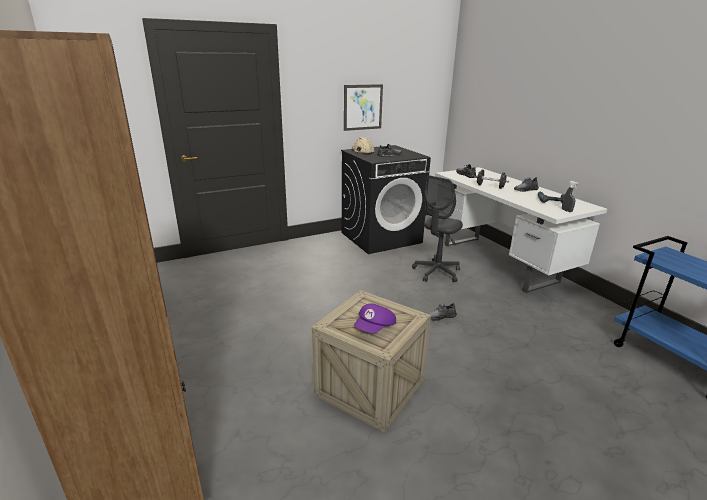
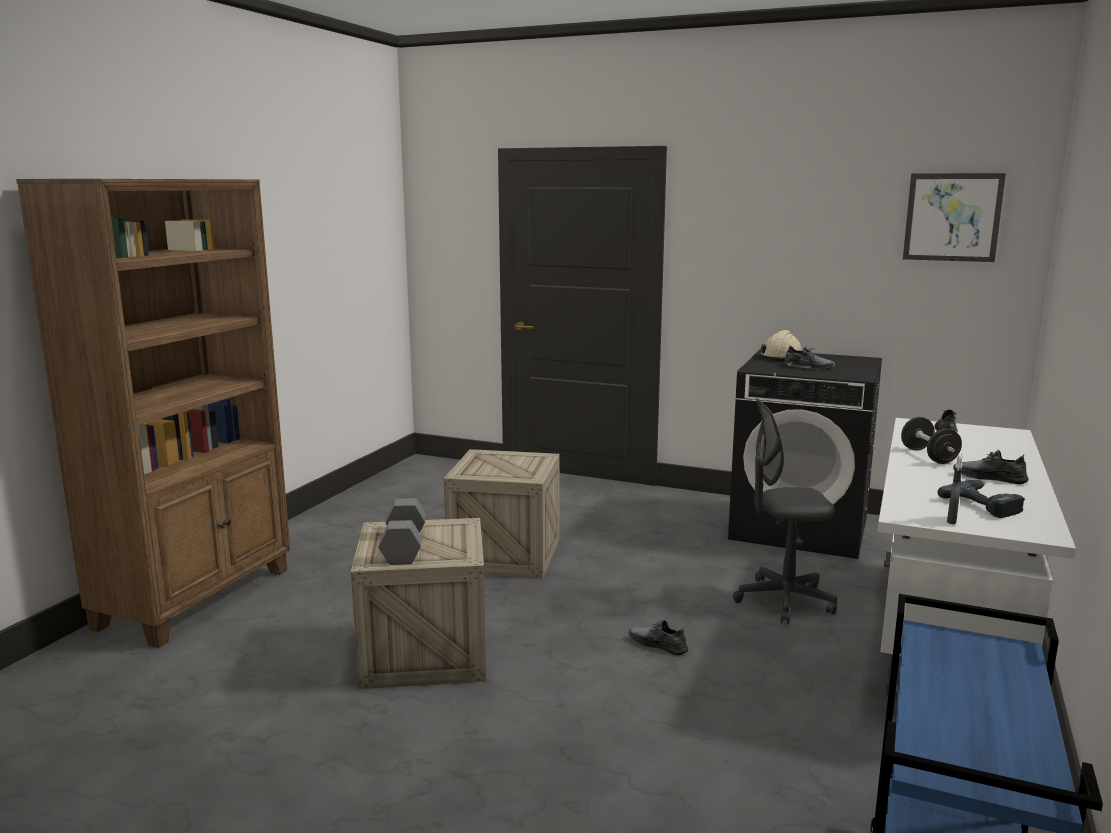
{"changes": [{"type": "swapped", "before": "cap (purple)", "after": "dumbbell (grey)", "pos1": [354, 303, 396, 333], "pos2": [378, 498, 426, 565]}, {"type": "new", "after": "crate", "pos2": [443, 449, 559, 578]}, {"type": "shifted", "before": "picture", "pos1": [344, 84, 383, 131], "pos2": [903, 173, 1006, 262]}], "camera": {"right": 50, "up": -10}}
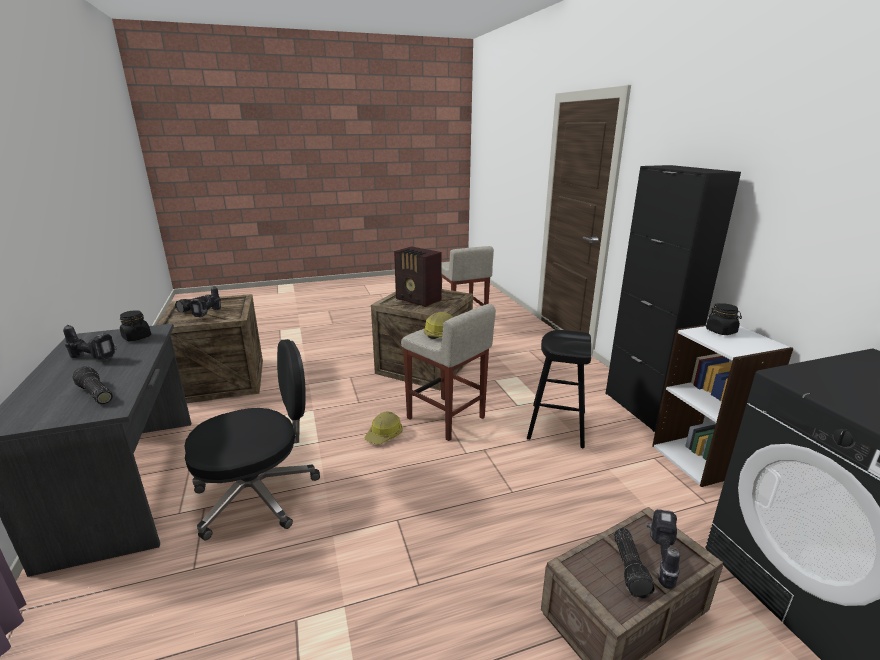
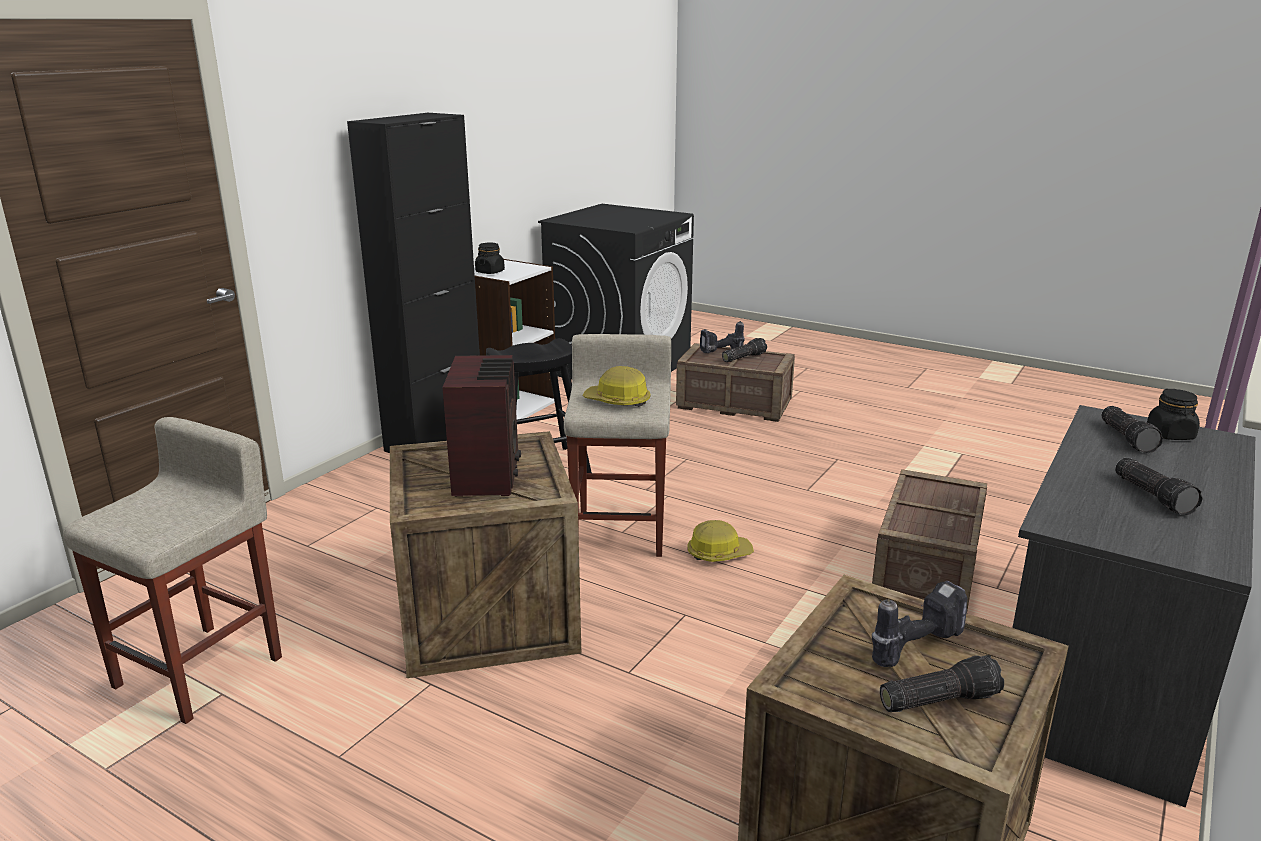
{"changes": [{"type": "swapped", "before": "office chair (black)", "after": "crate", "pos1": [184, 339, 320, 540], "pos2": [872, 469, 987, 610]}, {"type": "swapped", "before": "power drill", "after": "flashlight", "pos1": [63, 325, 117, 360], "pos2": [1115, 458, 1203, 515]}, {"type": "shifted", "before": "jar (black)", "pos1": [120, 310, 151, 341], "pos2": [1147, 389, 1200, 440]}], "camera": {"right": -130, "up": 0}}
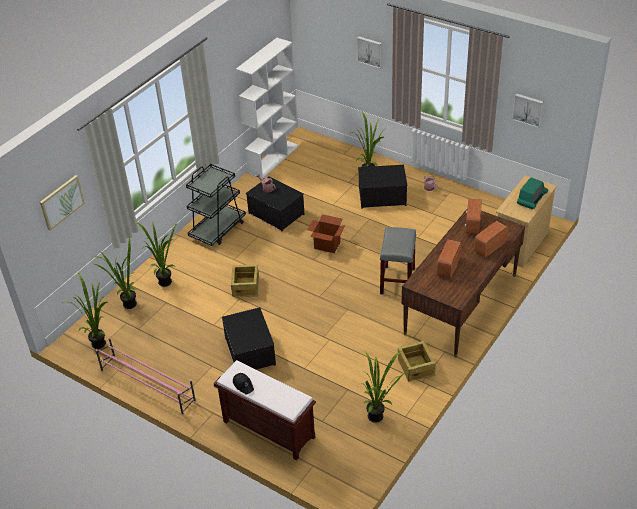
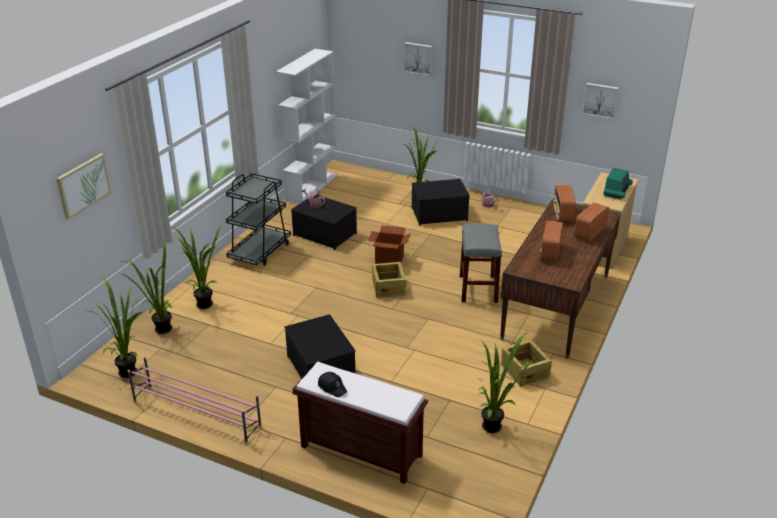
{"changes": [{"type": "shifted", "before": "crate", "pos1": [231, 264, 259, 297], "pos2": [372, 262, 406, 298]}], "camera": {"right": -10, "up": -10}}
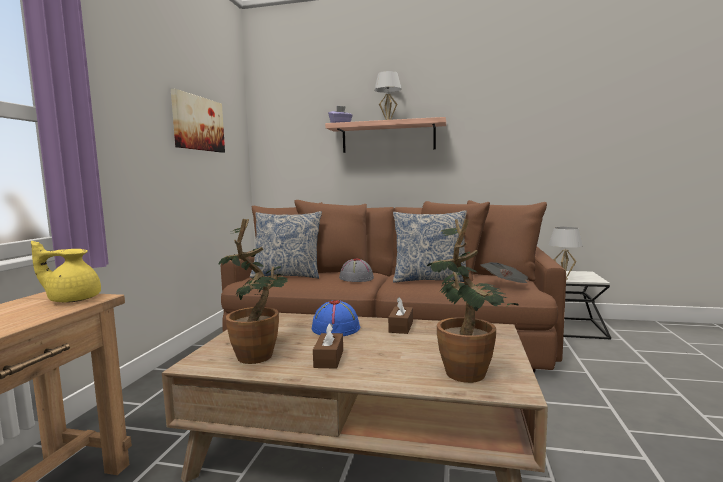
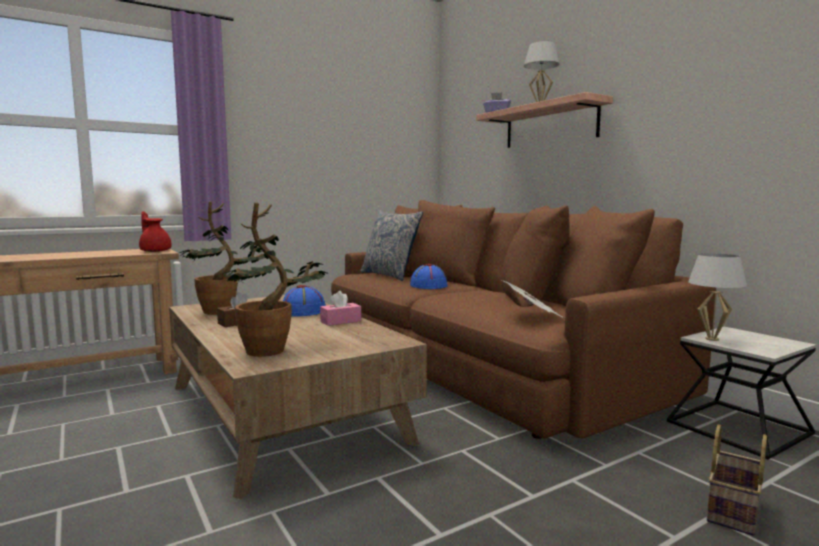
{"changes": [{"type": "repainted", "before": "teapot (yellow)", "after": "teapot (red)", "pos1": [31, 241, 101, 302], "pos2": [139, 211, 172, 252]}, {"type": "repainted", "before": "tissue box (brown)", "after": "tissue box (pink)", "pos1": [388, 297, 413, 334], "pos2": [320, 291, 361, 326]}, {"type": "repainted", "before": "hat (grey)", "after": "hat (blue)", "pos1": [339, 258, 374, 282], "pos2": [410, 264, 448, 289]}, {"type": "new", "after": "basket", "pos2": [707, 424, 767, 536]}, {"type": "gone", "before": "picture", "pos1": [171, 89, 225, 153]}, {"type": "gone", "before": "pillow", "pos1": [393, 210, 469, 283]}], "camera": {"right": 45, "up": 0}}
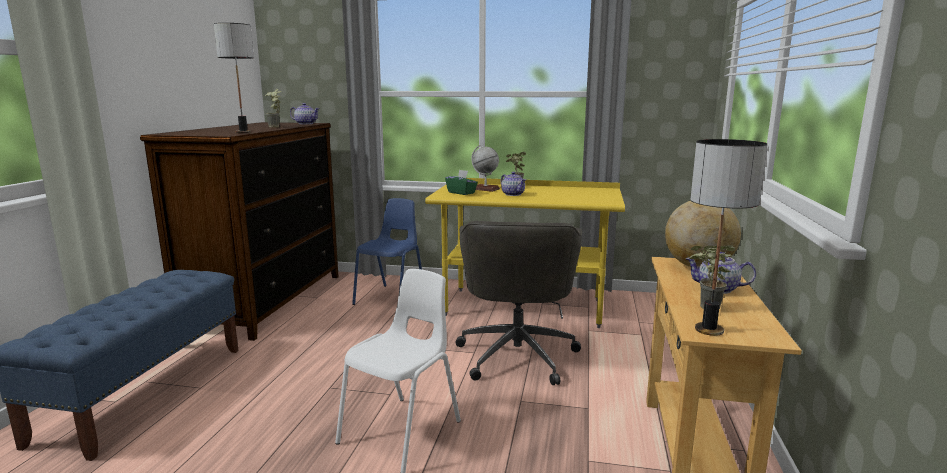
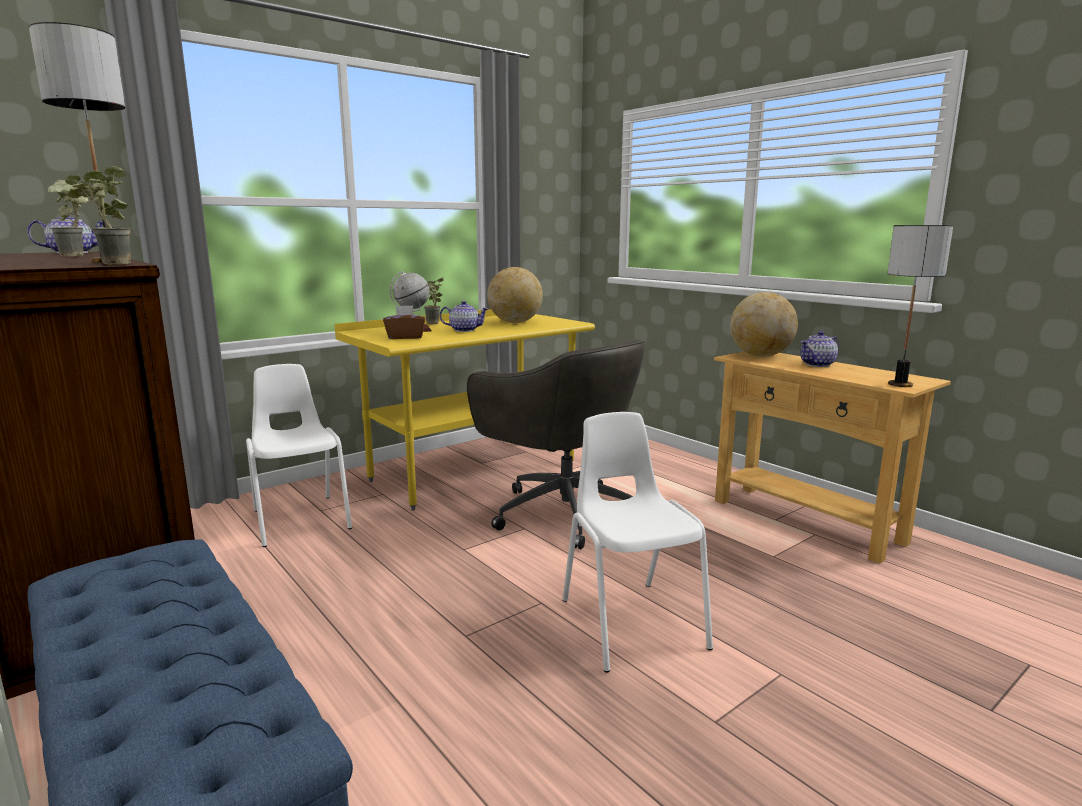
{"changes": [{"type": "shifted", "before": "potted plant", "pos1": [690, 245, 735, 309], "pos2": [65, 166, 131, 265]}, {"type": "repainted", "before": "chair (blue)", "after": "chair (white)", "pos1": [352, 198, 422, 305], "pos2": [246, 364, 352, 547]}, {"type": "repainted", "before": "tissue box (green)", "after": "tissue box (brown)", "pos1": [445, 170, 478, 195], "pos2": [383, 305, 425, 339]}, {"type": "new", "after": "globe", "pos2": [487, 267, 543, 323]}], "camera": {"right": -50, "up": 0}}
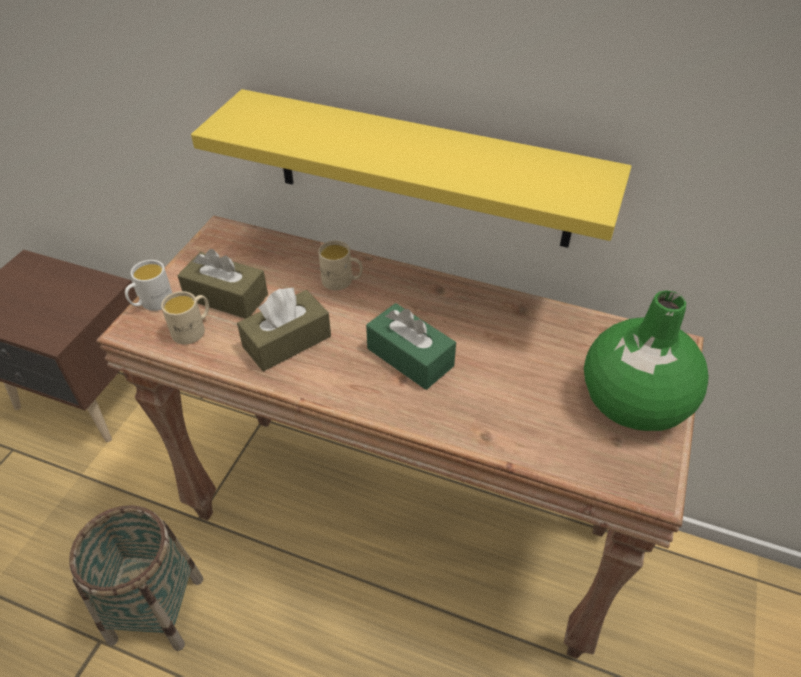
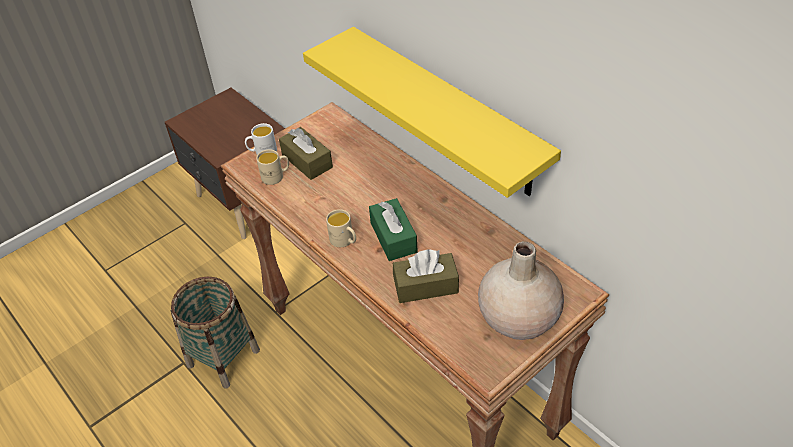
{"changes": [{"type": "shifted", "before": "mug (beige)", "pos1": [318, 240, 363, 290], "pos2": [326, 209, 356, 247]}, {"type": "shifted", "before": "tissue box (brown)", "pos1": [237, 288, 331, 371], "pos2": [393, 249, 459, 303]}, {"type": "repainted", "before": "vase (green)", "after": "vase (beige)", "pos1": [584, 290, 709, 431], "pos2": [478, 241, 564, 340]}], "camera": {"right": 30, "up": 0}}
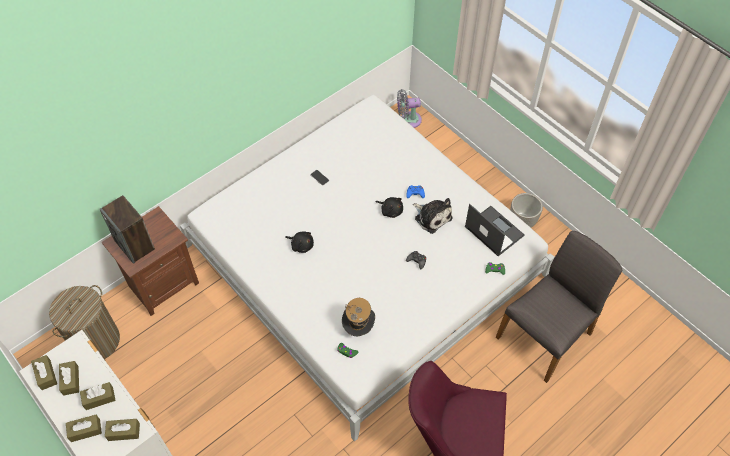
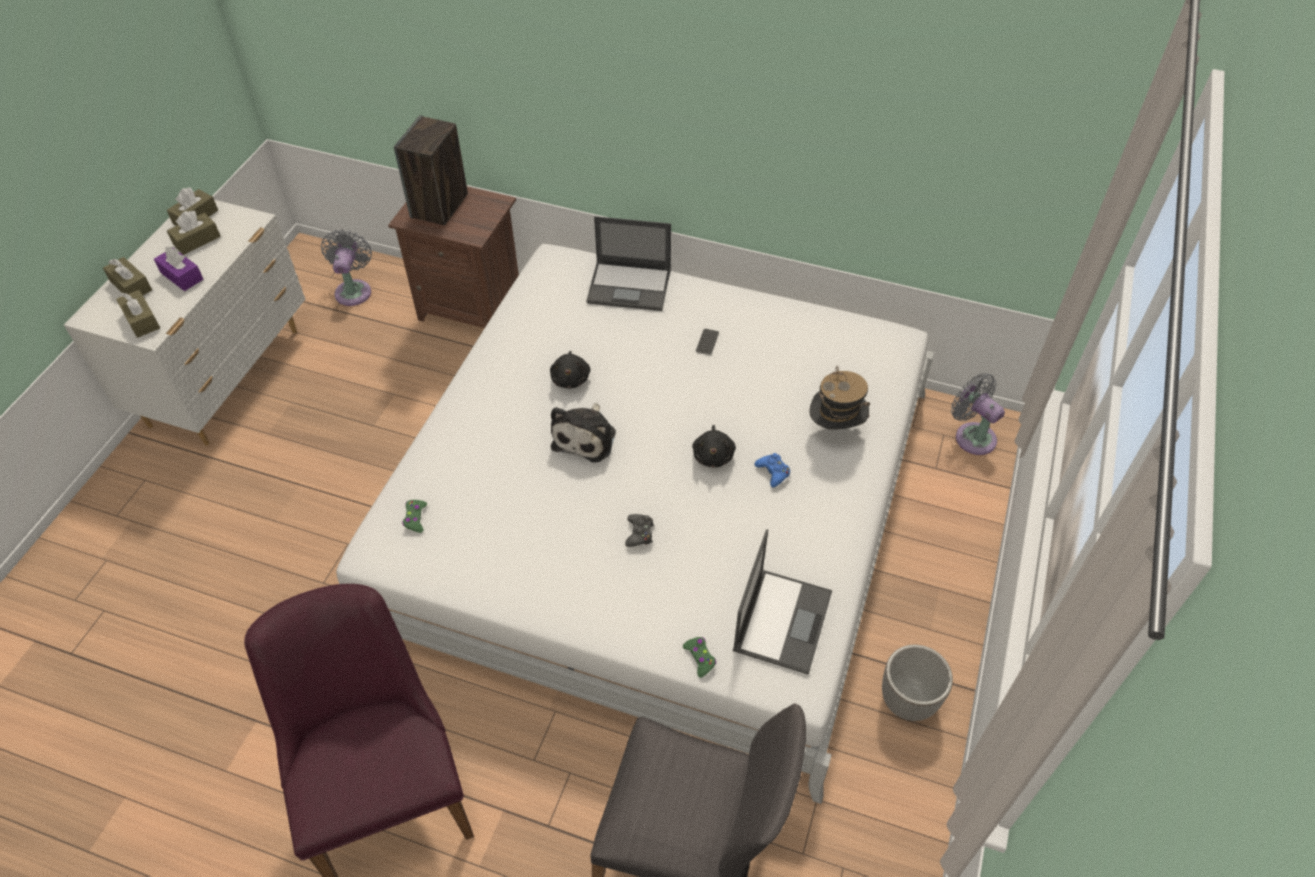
{"changes": [{"type": "repainted", "before": "tissue box (brown)", "after": "tissue box (purple)", "pos1": [80, 382, 116, 410], "pos2": [154, 247, 203, 291]}, {"type": "swapped", "before": "laundry basket", "after": "fan (grey)", "pos1": [49, 285, 120, 359], "pos2": [321, 229, 372, 306]}, {"type": "shifted", "before": "plush toy", "pos1": [413, 198, 453, 234], "pos2": [551, 403, 616, 463]}, {"type": "new", "after": "laptop", "pos2": [586, 216, 671, 311]}, {"type": "shifted", "before": "hat", "pos1": [342, 298, 375, 336], "pos2": [809, 366, 870, 430]}], "camera": {"right": 60, "up": -5}}
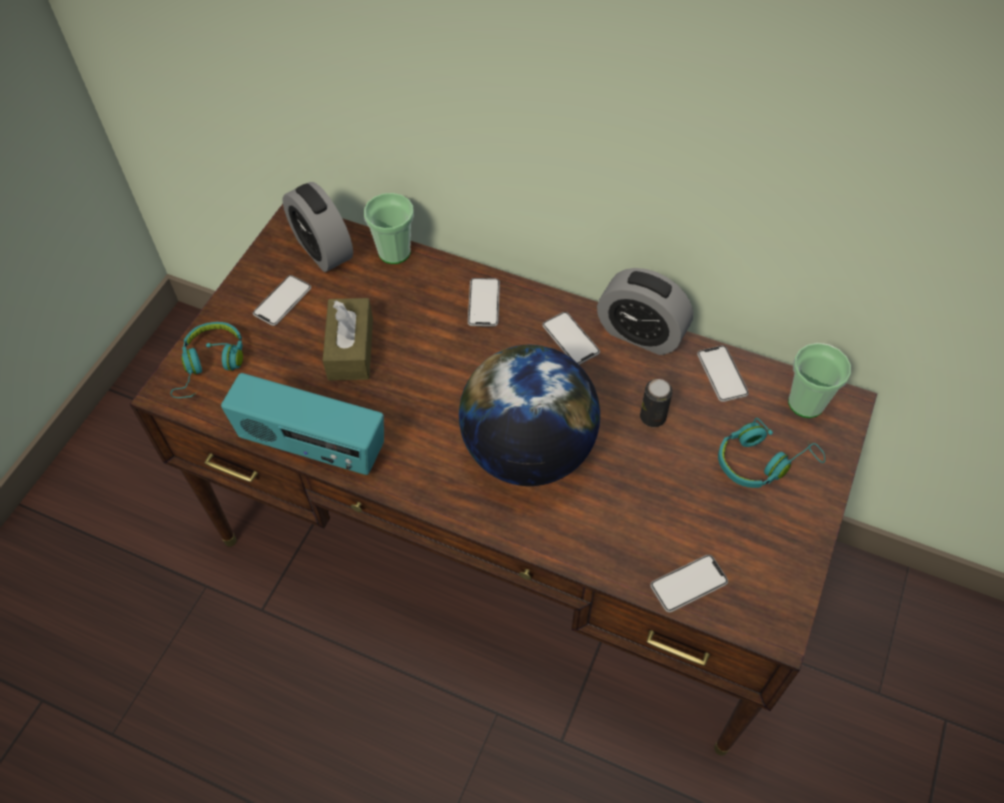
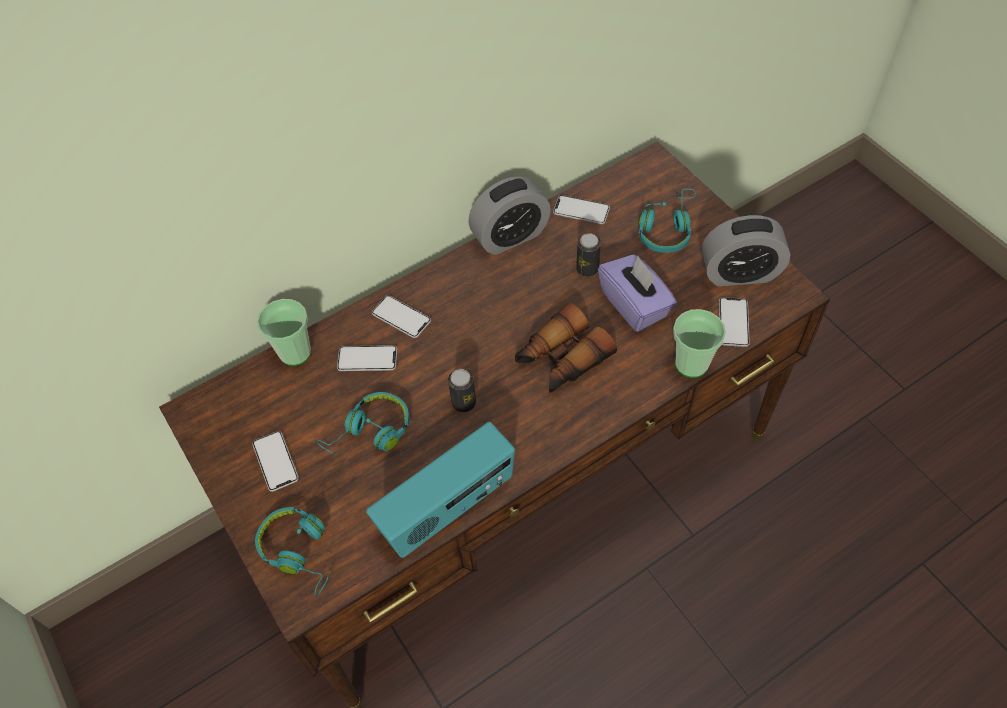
{"changes": [{"type": "swapped", "before": "tissue box (brown)", "after": "headphones (turquoise)", "pos1": [323, 298, 373, 381], "pos2": [317, 392, 409, 454]}, {"type": "shifted", "before": "phone", "pos1": [542, 312, 600, 365], "pos2": [337, 345, 397, 371]}, {"type": "new", "after": "can", "pos2": [448, 369, 476, 412]}, {"type": "swapped", "before": "globe", "after": "binoculars", "pos1": [459, 345, 600, 486], "pos2": [515, 303, 617, 393]}, {"type": "new", "after": "tissue box (purple)", "pos2": [598, 254, 677, 332]}, {"type": "shifted", "before": "cup", "pos1": [788, 343, 851, 418], "pos2": [673, 309, 726, 378]}, {"type": "shifted", "before": "alarm clock", "pos1": [283, 182, 353, 272], "pos2": [702, 215, 790, 286]}], "camera": {"right": -55, "up": 0}}
